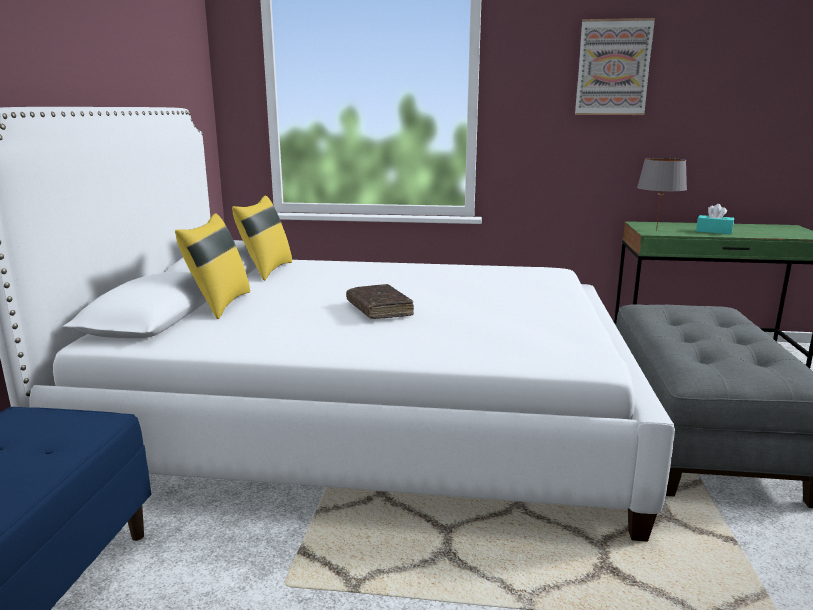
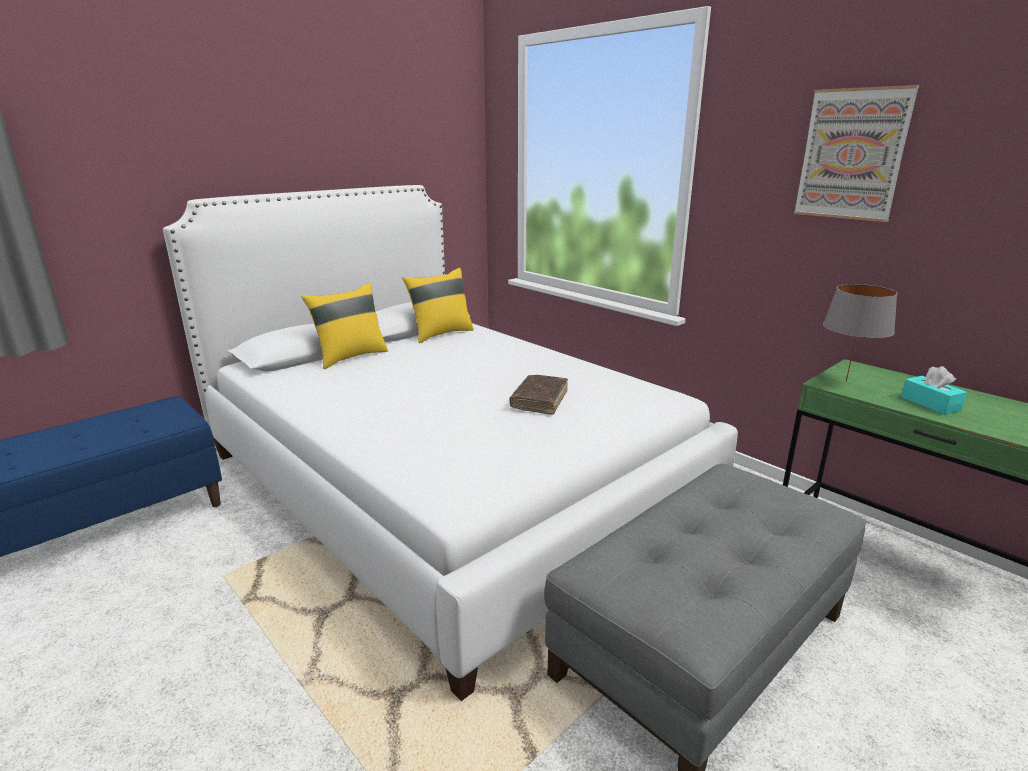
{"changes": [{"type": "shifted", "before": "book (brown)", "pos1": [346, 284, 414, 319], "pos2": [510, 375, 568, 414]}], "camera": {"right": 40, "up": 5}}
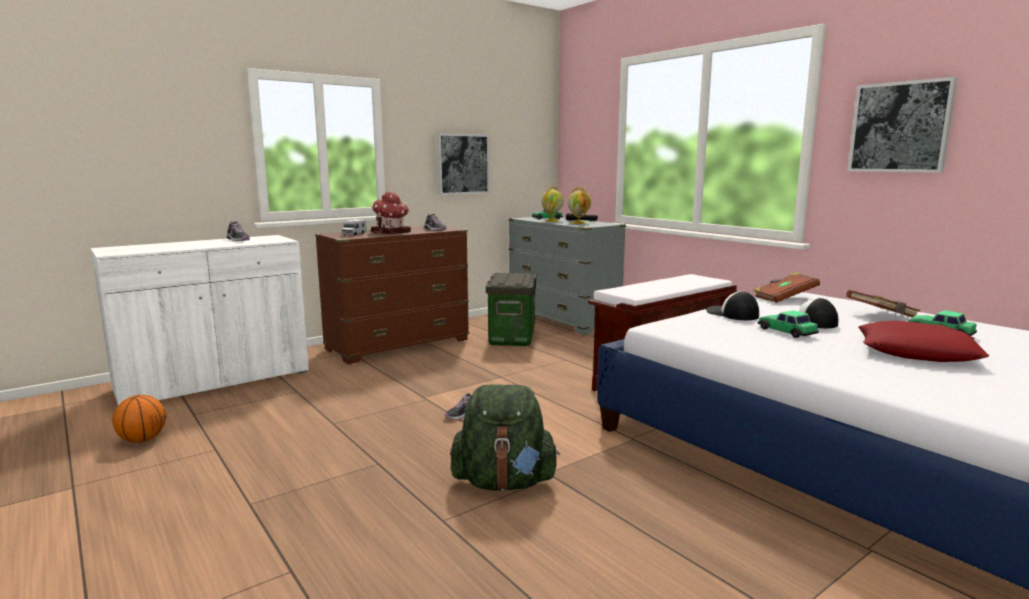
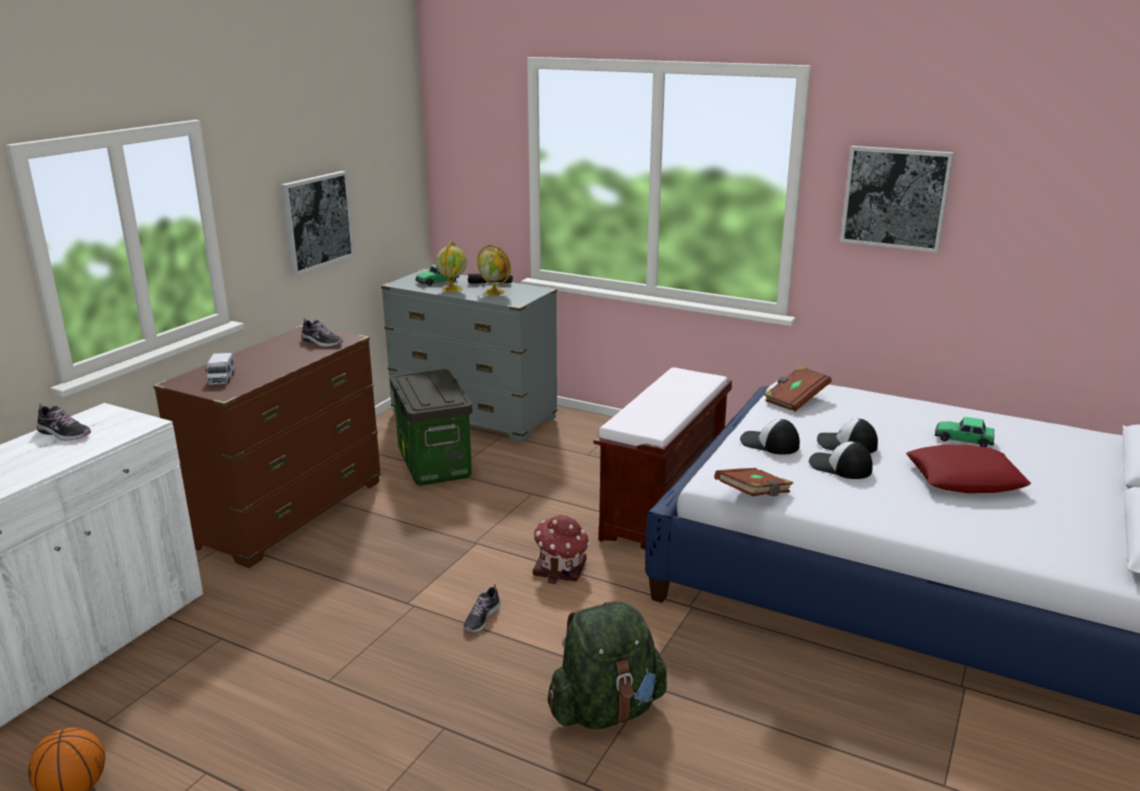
{"changes": [{"type": "shifted", "before": "toy house", "pos1": [371, 192, 411, 234], "pos2": [533, 515, 589, 584]}, {"type": "shifted", "before": "book (brown)", "pos1": [846, 290, 920, 317], "pos2": [714, 468, 793, 496]}, {"type": "swapped", "before": "toy car", "after": "cap", "pos1": [758, 310, 819, 338], "pos2": [809, 441, 873, 479]}], "camera": {"right": -25, "up": 10}}
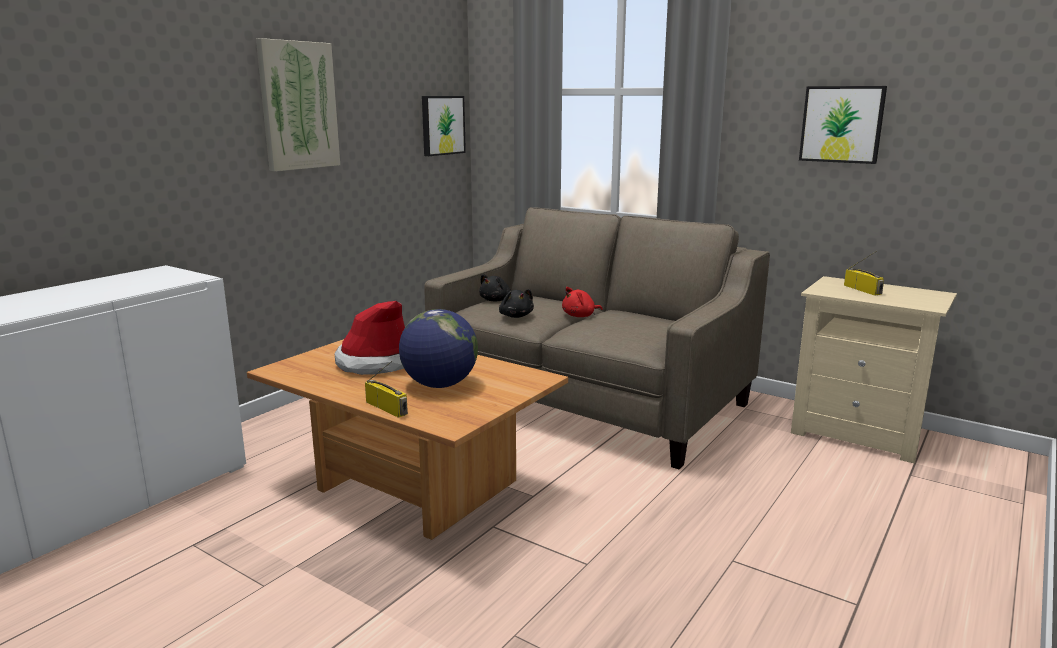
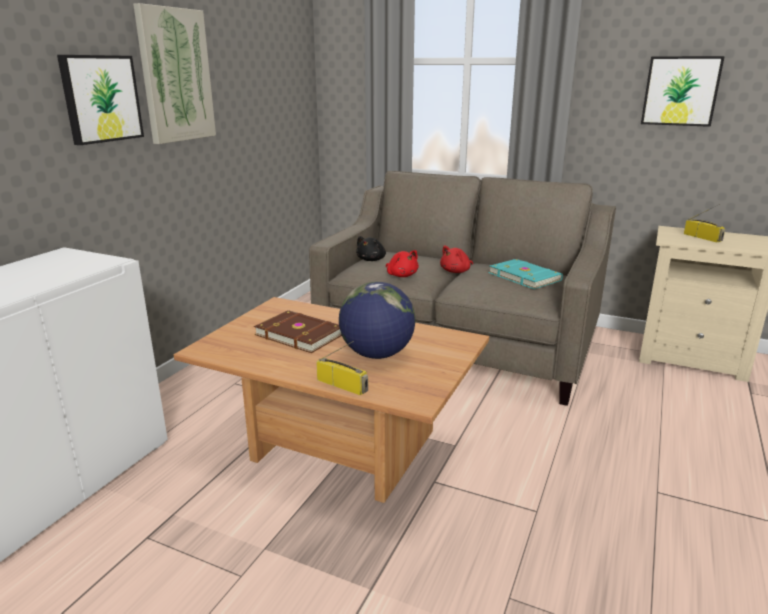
{"changes": [{"type": "shifted", "before": "picture", "pos1": [422, 96, 466, 156], "pos2": [57, 55, 144, 145]}, {"type": "swapped", "before": "hat", "after": "book (brown)", "pos1": [334, 301, 405, 375], "pos2": [254, 310, 342, 353]}, {"type": "repainted", "before": "plush toy (black)", "after": "plush toy (red)", "pos1": [499, 289, 534, 318], "pos2": [386, 250, 419, 277]}, {"type": "new", "after": "book (turquoise)", "pos2": [489, 259, 563, 289]}], "camera": {"right": -10, "up": 5}}
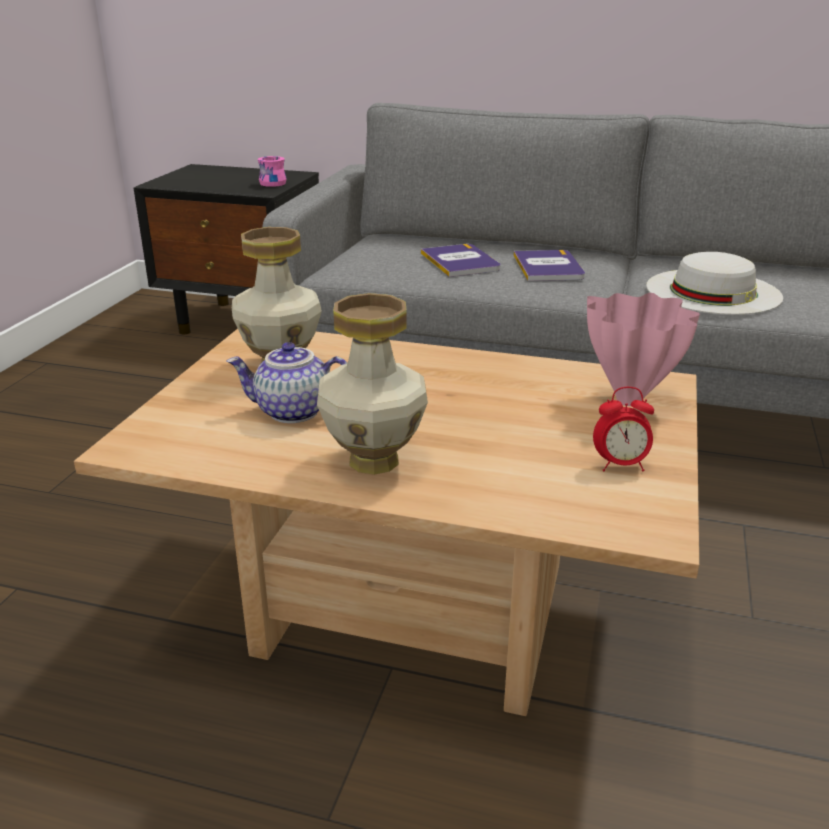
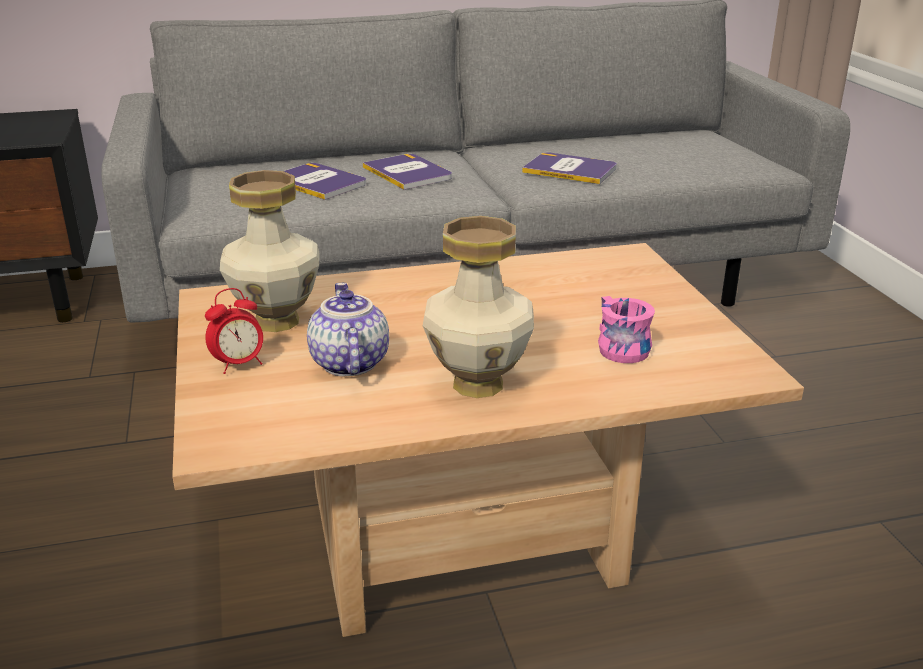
{"changes": [{"type": "shifted", "before": "alarm clock", "pos1": [593, 387, 654, 471], "pos2": [205, 288, 263, 374]}, {"type": "rotated", "before": "teapot", "pos1": [227, 342, 348, 423], "pos2": [307, 283, 389, 376], "turn": 105}, {"type": "swapped", "before": "hat (white)", "after": "book", "pos1": [646, 252, 783, 315], "pos2": [522, 152, 617, 184]}, {"type": "shifted", "before": "mug (pink)", "pos1": [258, 156, 286, 187], "pos2": [598, 296, 655, 363]}, {"type": "gone", "before": "vase (pink)", "pos1": [587, 293, 700, 406]}], "camera": {"right": -30, "up": 0}}
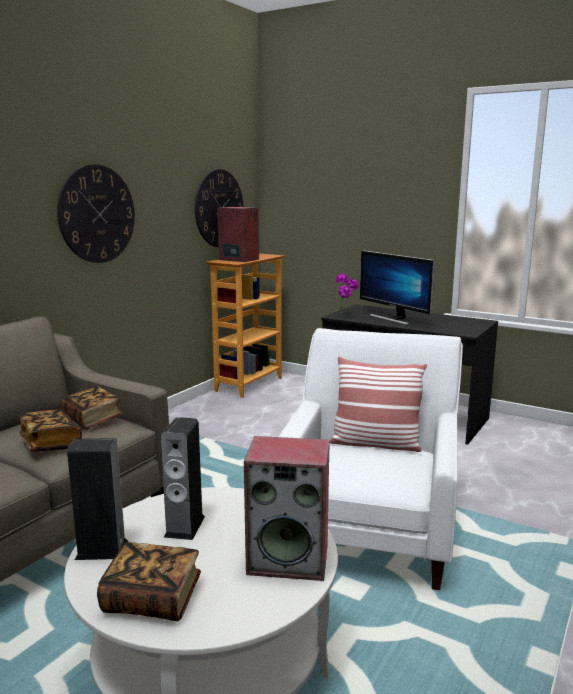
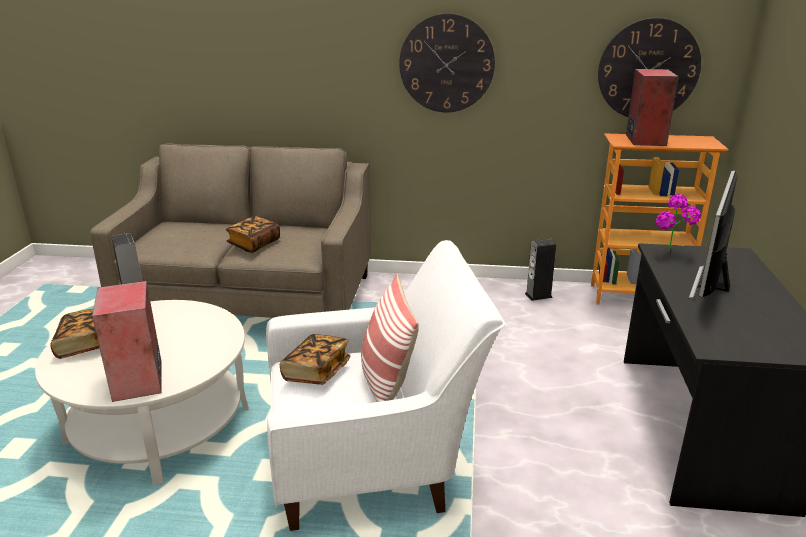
{"changes": [{"type": "shifted", "before": "book", "pos1": [61, 387, 123, 430], "pos2": [280, 334, 350, 385]}, {"type": "shifted", "before": "speaker", "pos1": [161, 417, 205, 540], "pos2": [525, 238, 557, 301]}], "camera": {"right": 65, "up": 10}}
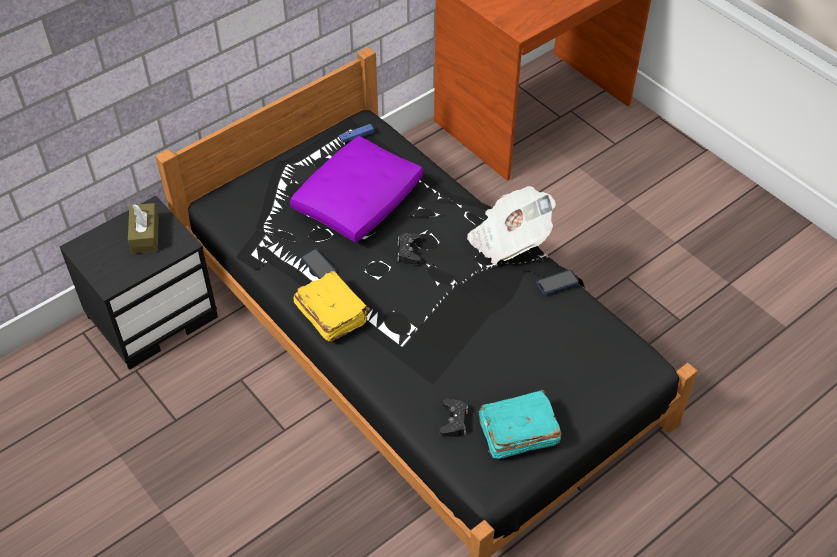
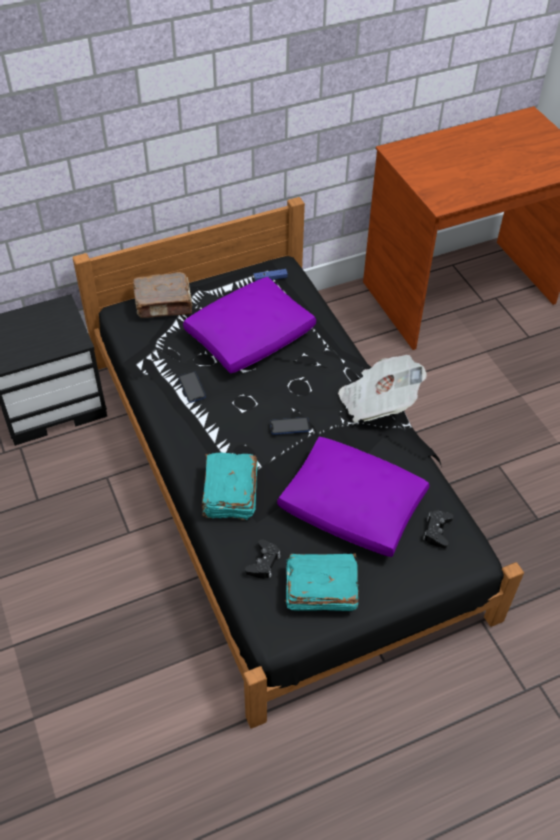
{"changes": [{"type": "new", "after": "book (brown)", "pos2": [133, 272, 193, 318]}, {"type": "new", "after": "book (turquoise)", "pos2": [202, 452, 258, 520]}, {"type": "shifted", "before": "phone", "pos1": [536, 270, 579, 294], "pos2": [270, 417, 310, 435]}, {"type": "new", "after": "pillow (purple)", "pos2": [277, 437, 430, 557]}, {"type": "shifted", "before": "game controller (black)", "pos1": [397, 233, 420, 264], "pos2": [423, 510, 453, 549]}, {"type": "gone", "before": "tissue box (brown)", "pos1": [128, 203, 159, 254]}, {"type": "gone", "before": "book (yellow)", "pos1": [293, 271, 370, 342]}], "camera": {"right": 15, "up": 0}}
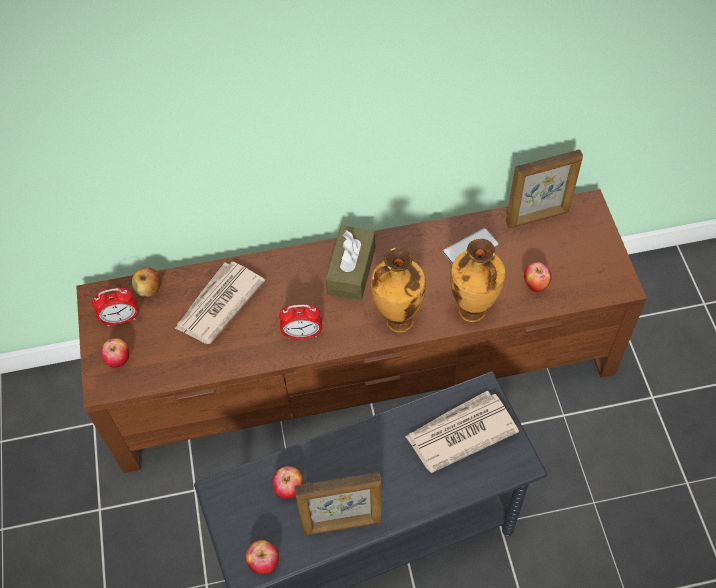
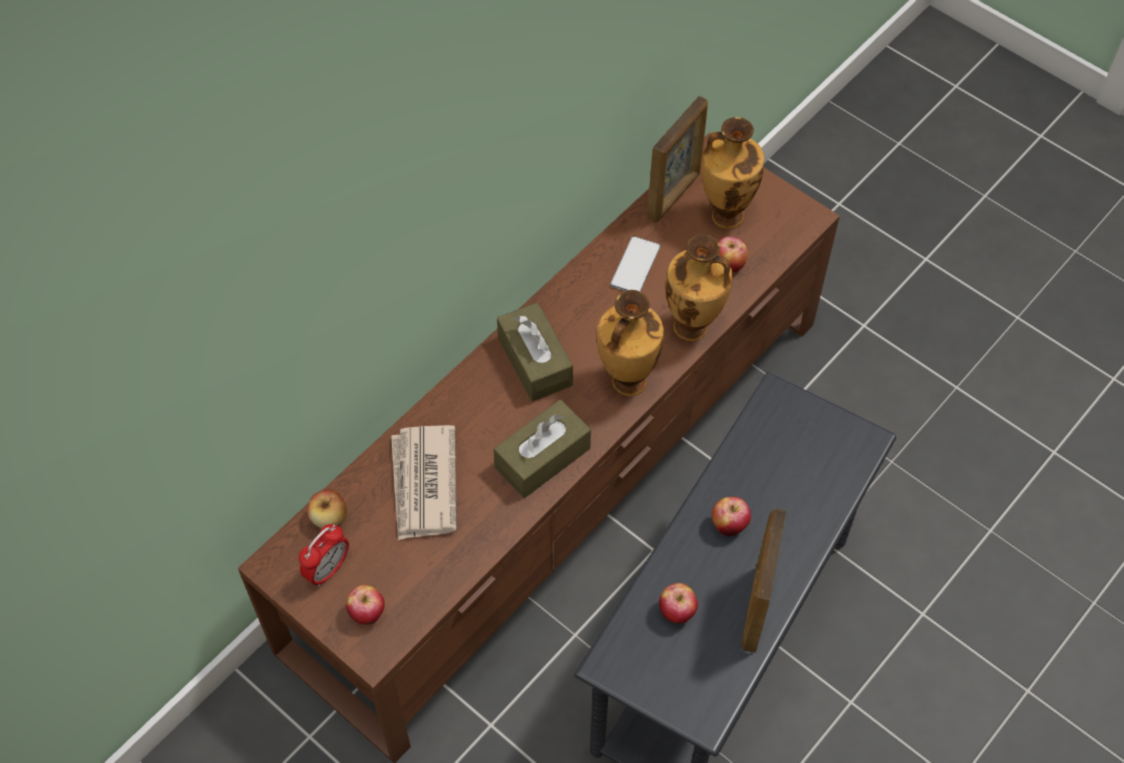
{"changes": [{"type": "swapped", "before": "alarm clock", "after": "tissue box (brown)", "pos1": [279, 305, 322, 339], "pos2": [493, 400, 591, 498]}, {"type": "new", "after": "vase", "pos2": [701, 117, 764, 229]}, {"type": "shifted", "before": "apple", "pos1": [246, 540, 279, 574], "pos2": [712, 497, 751, 536]}, {"type": "rotated", "before": "picture frame", "pos1": [294, 472, 382, 535], "pos2": [741, 508, 787, 653], "turn": 150}, {"type": "gone", "before": "newspaper", "pos1": [405, 390, 519, 473]}], "camera": {"right": -40, "up": 0}}
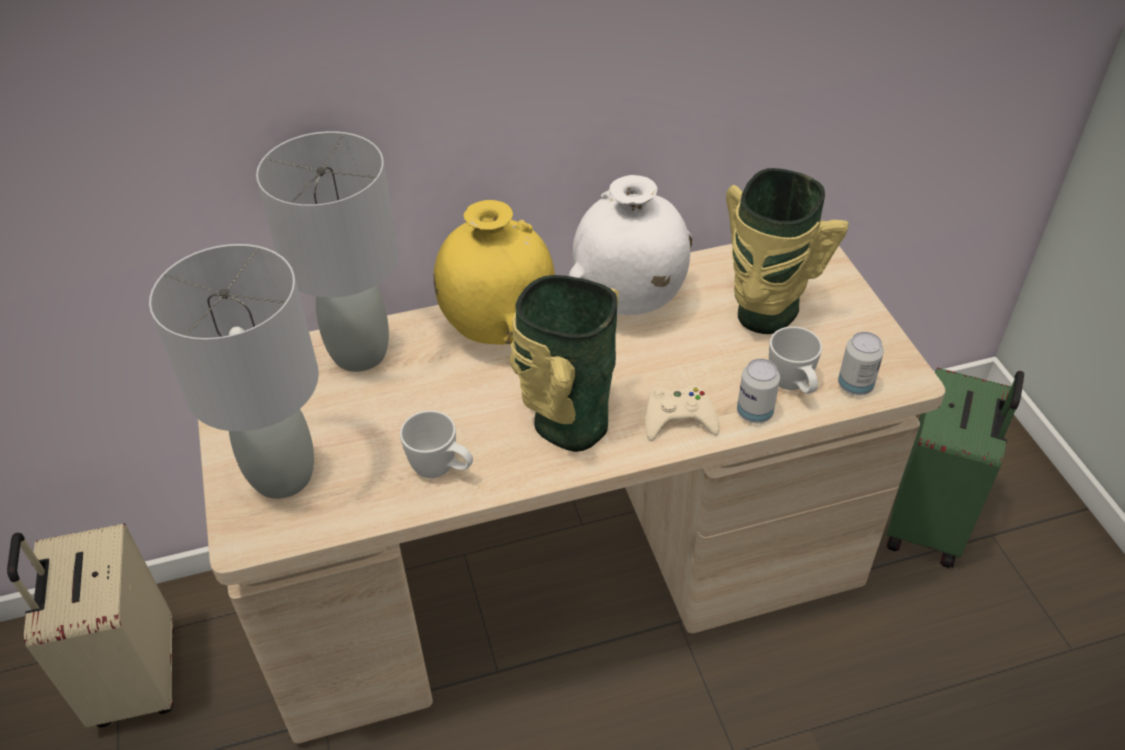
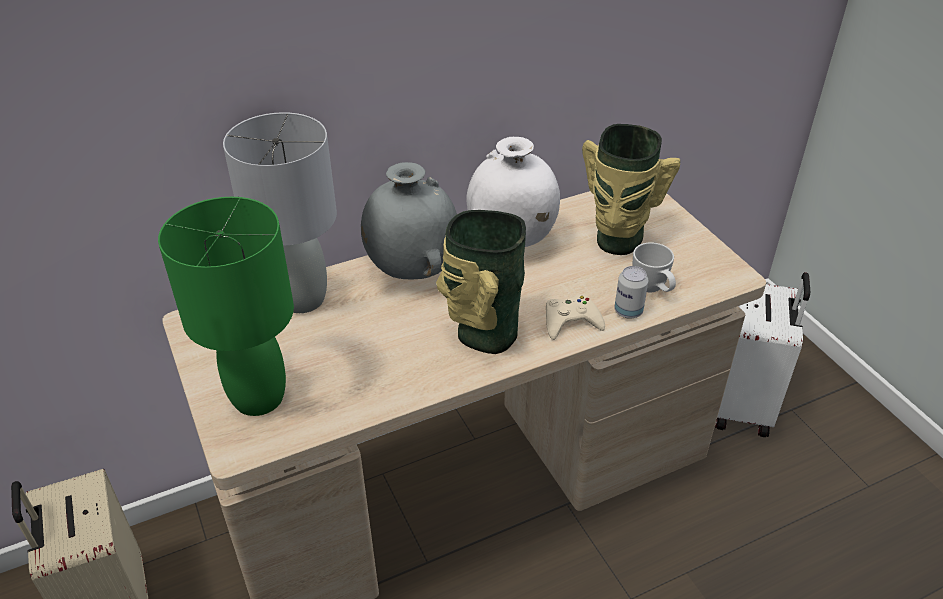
{"changes": [{"type": "repainted", "before": "table lamp (grey)", "after": "table lamp (green)", "pos1": [149, 244, 319, 499], "pos2": [158, 197, 294, 416]}, {"type": "repainted", "before": "vase (yellow)", "after": "vase (grey)", "pos1": [434, 200, 555, 345], "pos2": [361, 162, 457, 279]}, {"type": "repainted", "before": "suitcase (green)", "after": "suitcase (white)", "pos1": [886, 367, 1024, 568], "pos2": [715, 272, 810, 437]}, {"type": "gone", "before": "mug (white)", "pos1": [400, 410, 473, 478]}, {"type": "gone", "before": "can", "pos1": [838, 332, 884, 396]}], "camera": {"right": -10, "up": -5}}
